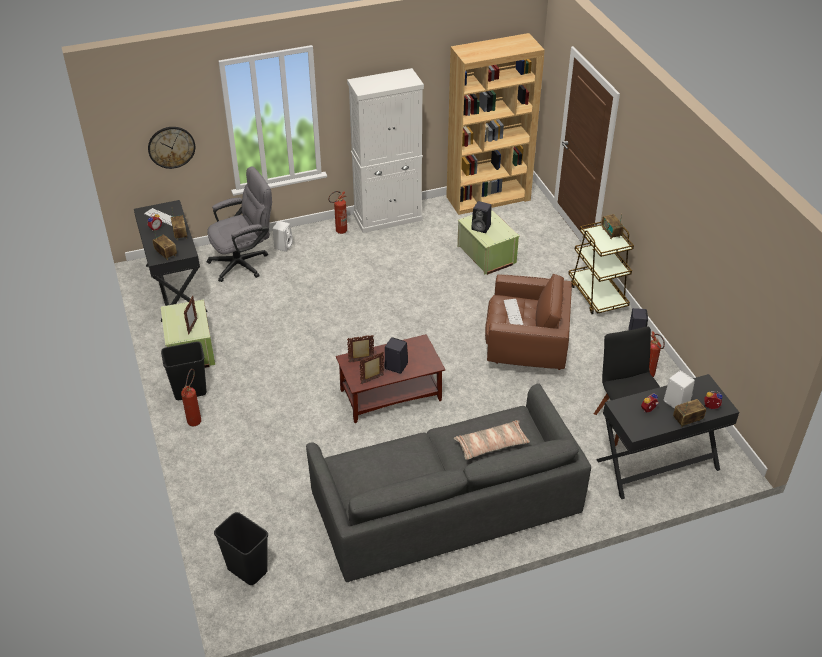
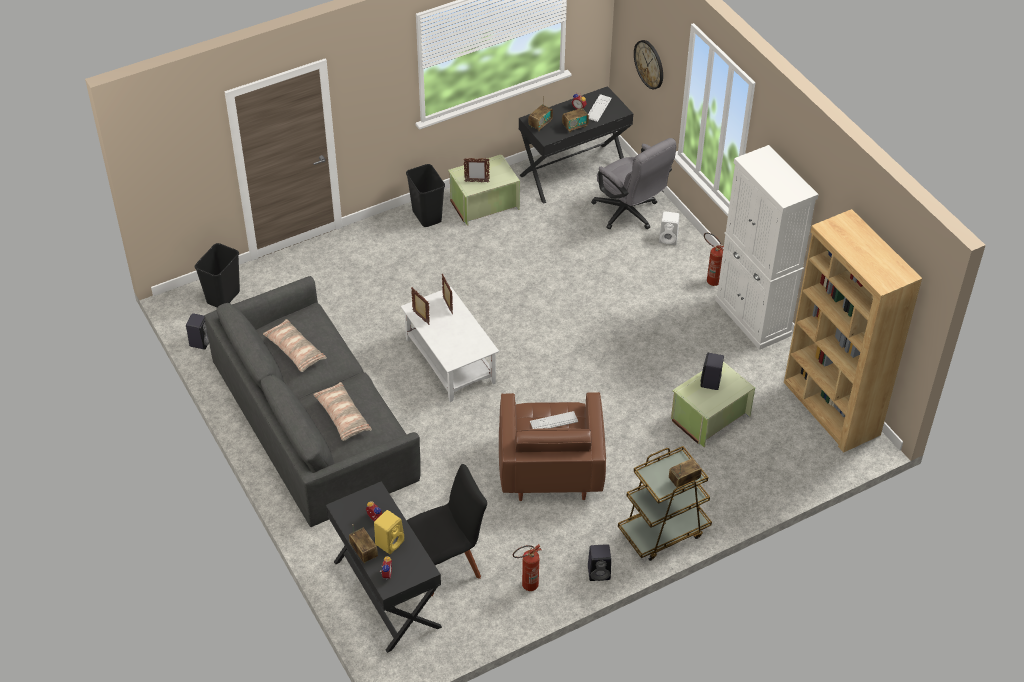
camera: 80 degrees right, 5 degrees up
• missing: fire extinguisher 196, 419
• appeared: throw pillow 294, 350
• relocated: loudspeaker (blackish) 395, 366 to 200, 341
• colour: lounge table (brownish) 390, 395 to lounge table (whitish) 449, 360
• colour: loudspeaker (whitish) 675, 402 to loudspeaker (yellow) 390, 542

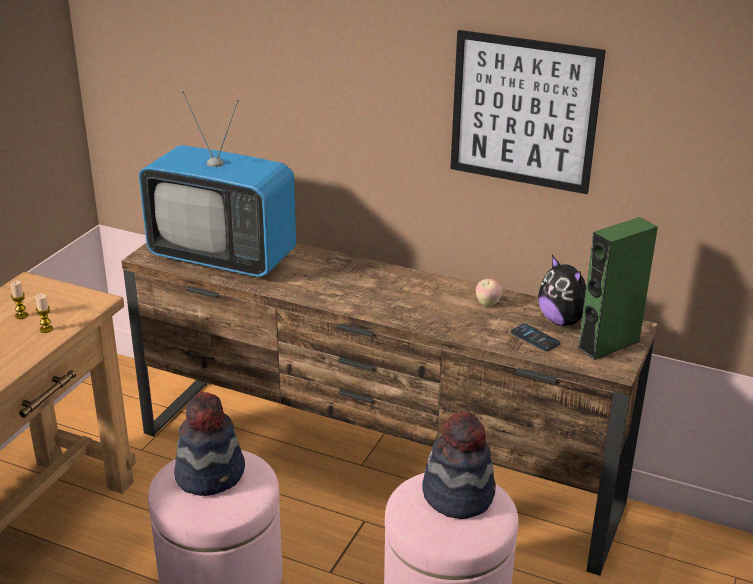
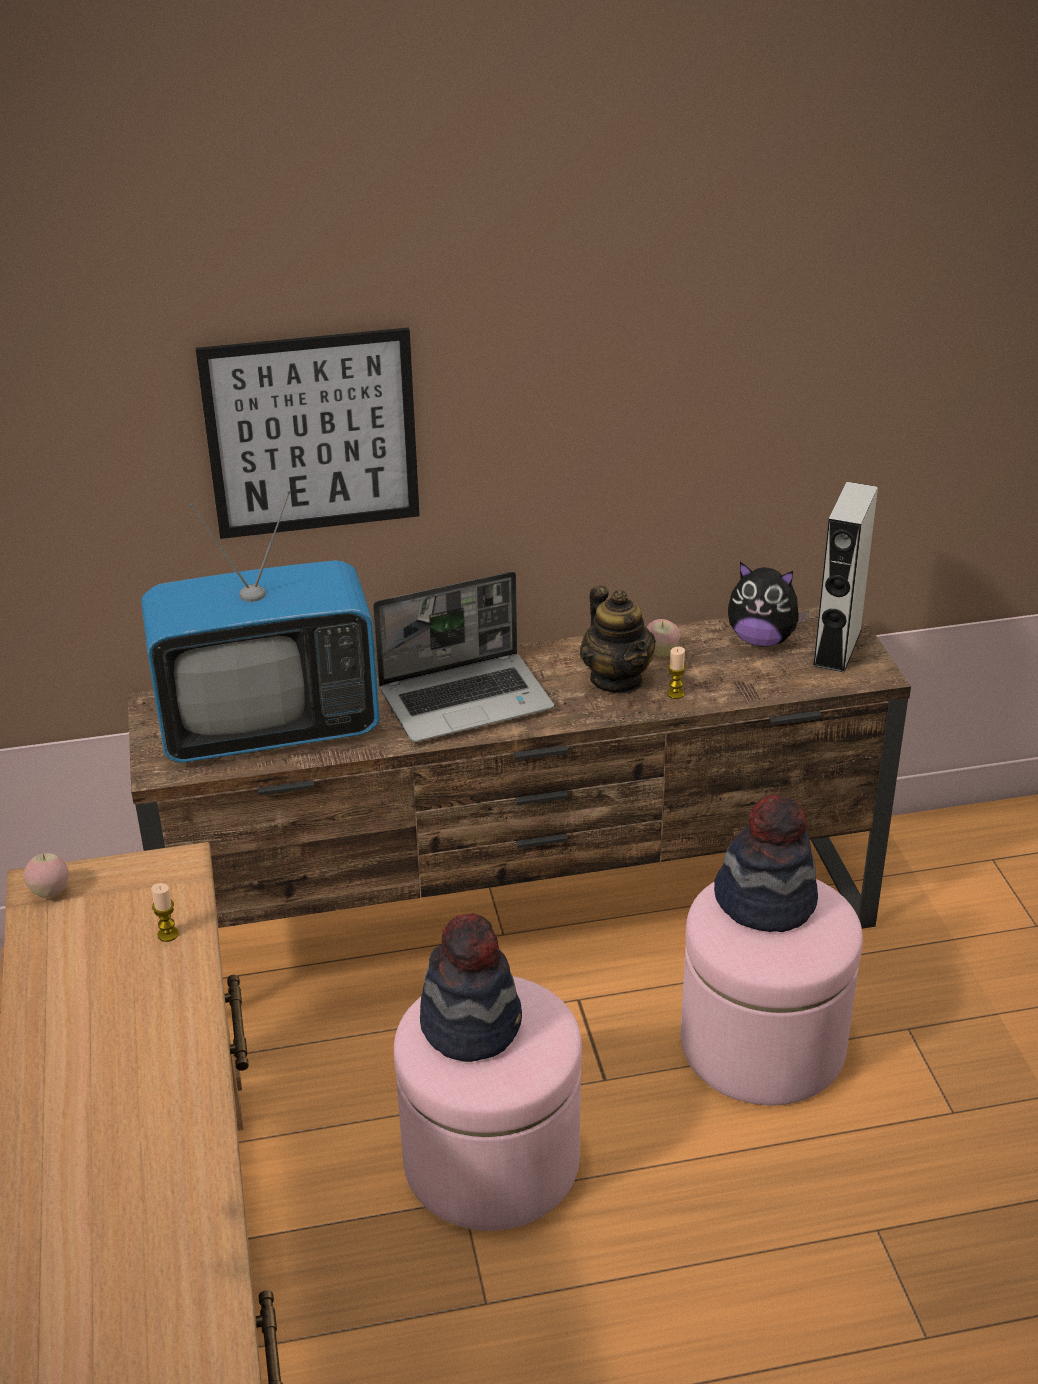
camera: 35 degrees left, 5 degrees up
• missing: handset 535, 338
• appeared: apple fruit 50, 892
• appeared: notebook computer 467, 699
• appeared: pot for tea 617, 679
• relocated: wax light 21, 316 to 675, 693
• relocated: picture 524, 112 to 311, 434
• colour: loudspeaker (green) 608, 344 to loudspeaker (gray) 837, 648

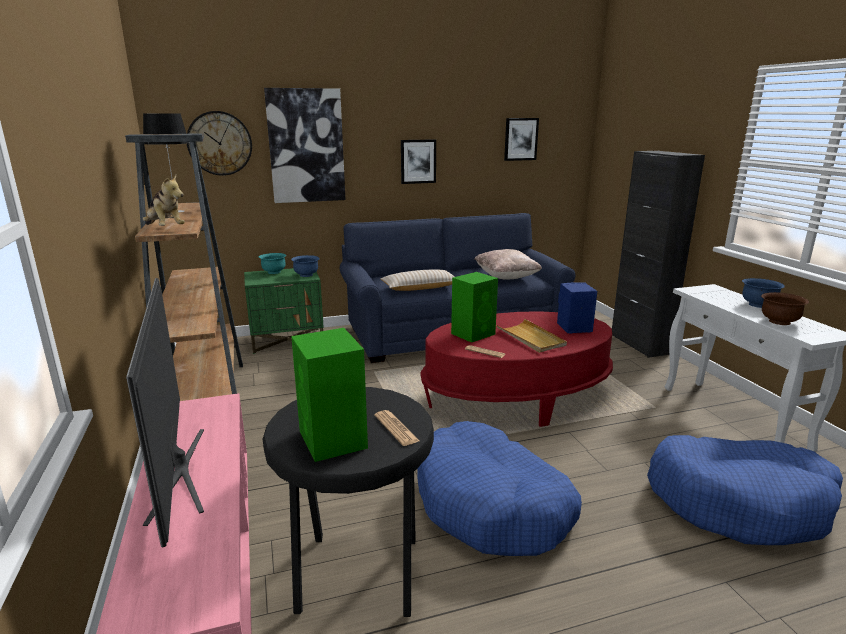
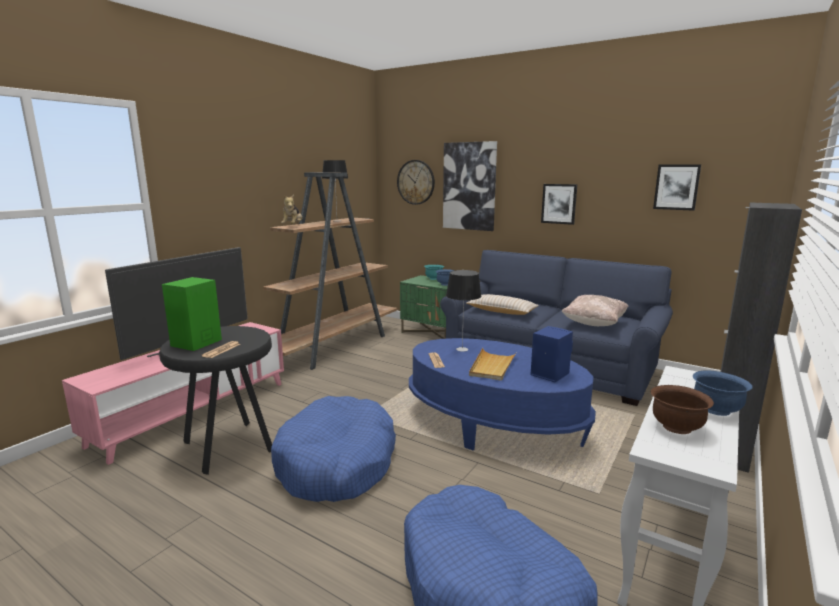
camera: 50 degrees right, 5 degrees down
• exchanged: loudspeaker (green) 474, 333 to lamp for a table 462, 349
• colour: lounge table (reddish) 516, 398 to lounge table (bluish) 493, 424

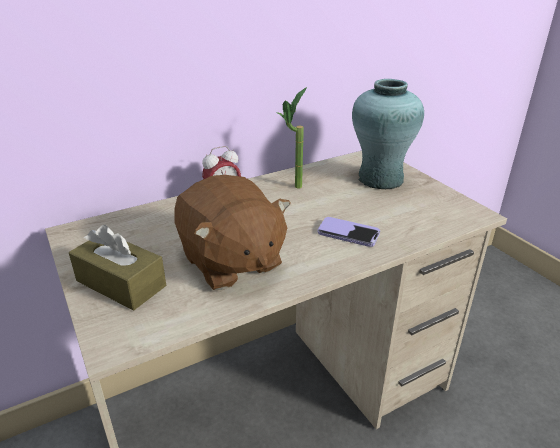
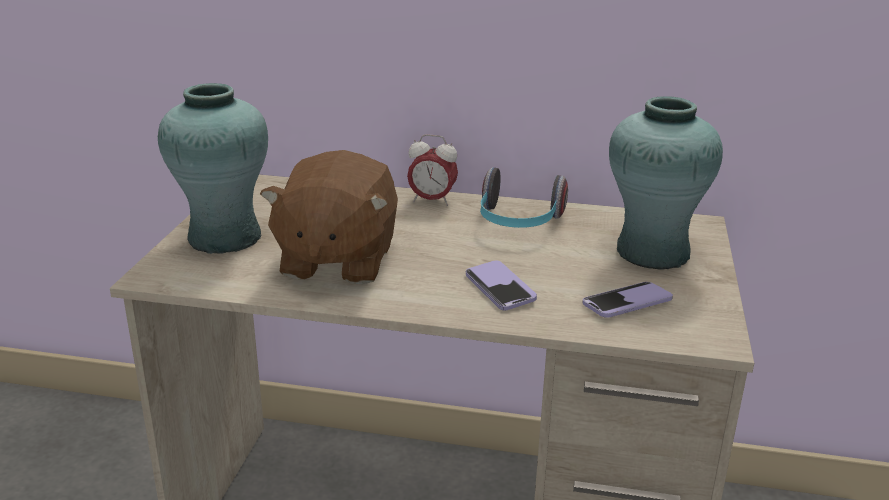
camera: 40 degrees right, 5 degrees down
• appeared: handset 627, 302
• exchanged: box of tissues (brownish) 121, 283 to vase (blue-green) 224, 237
• exchanged: plant in a pot 292, 189 to headphones 518, 222

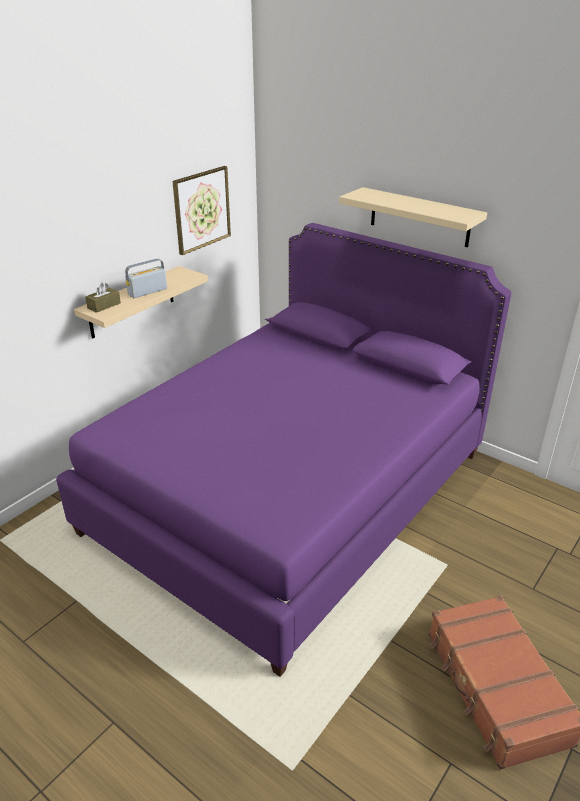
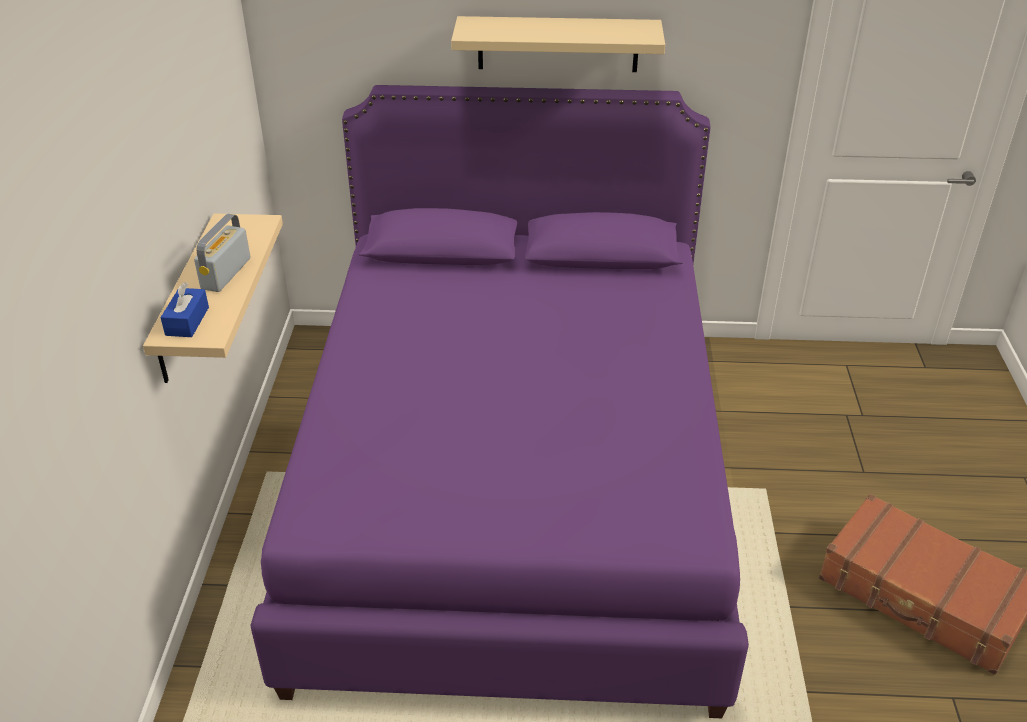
camera: 35 degrees left, 5 degrees up
• missing: picture 201, 209
• colour: box of tissues (brownish) 104, 305 to box of tissues (bluish) 187, 321

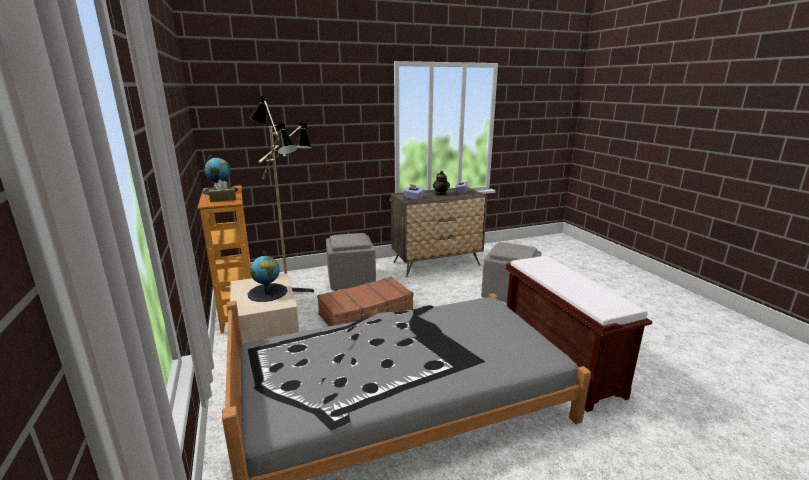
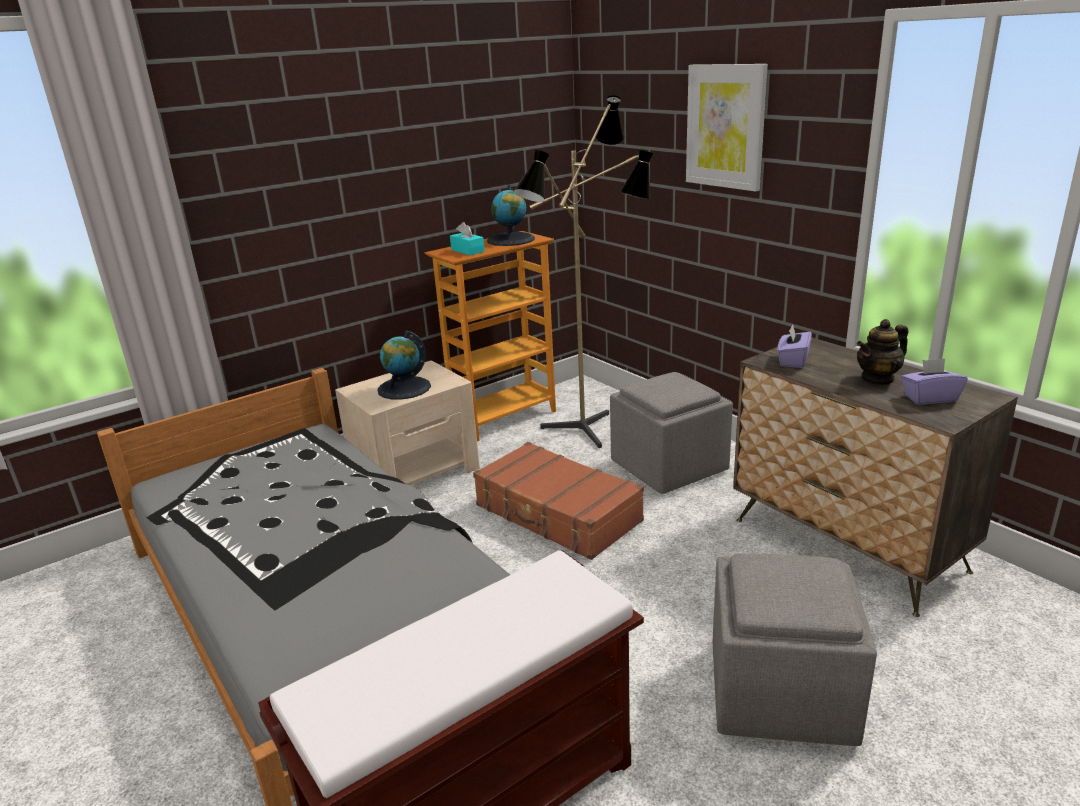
camera: 75 degrees right, 5 degrees up
• appeared: picture 725, 126
• colour: box of tissues (brownish) 223, 199 to box of tissues (blue-green) 467, 251

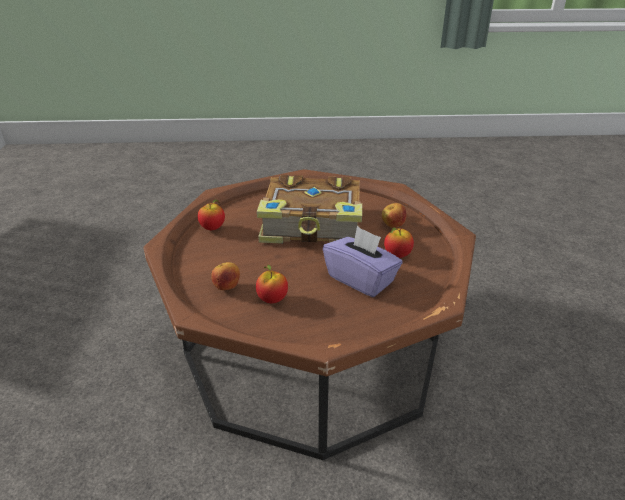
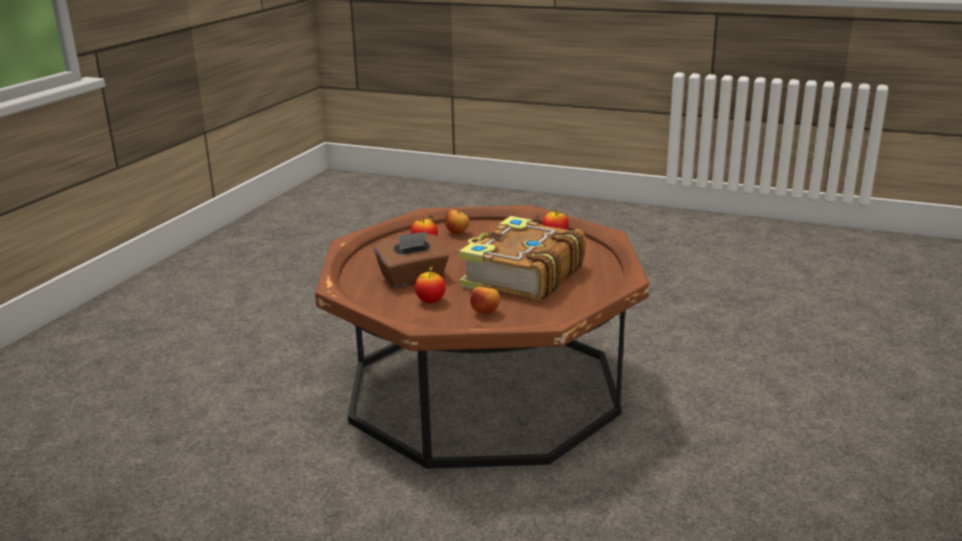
camera: 115 degrees right, 10 degrees down
• colour: box of tissues (purple) 361, 279 to box of tissues (brownish) 413, 278

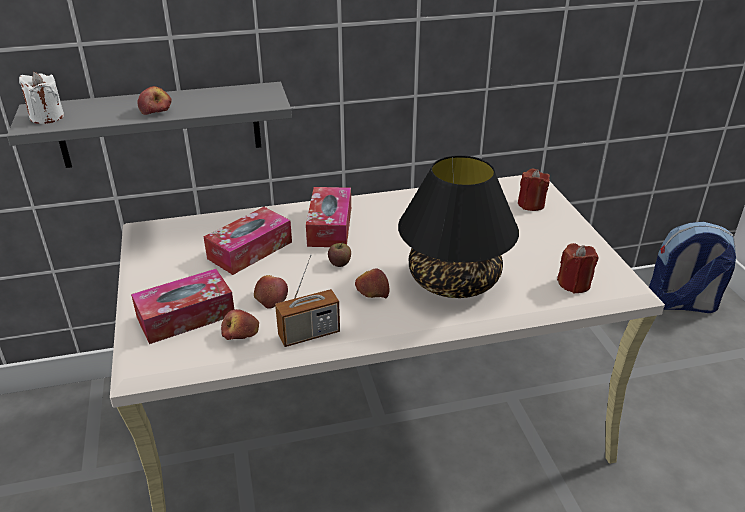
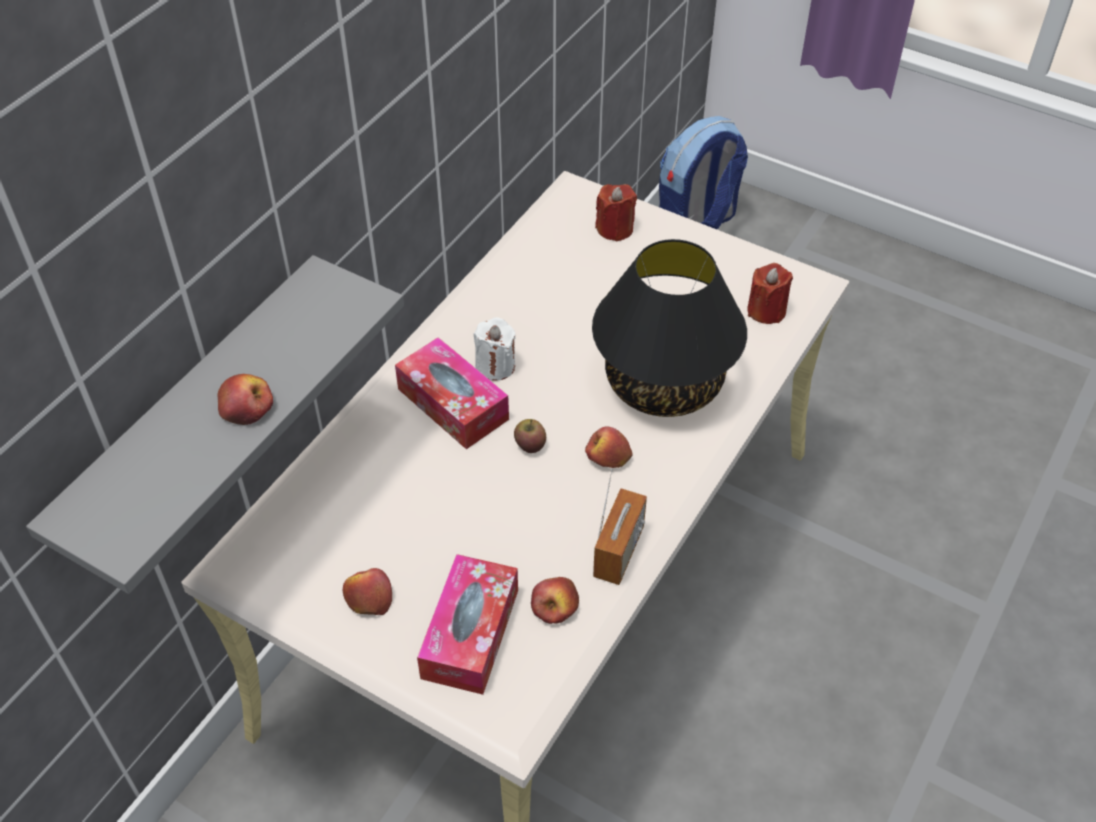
camera: 45 degrees left, 15 degrees up
• missing: box of tissues 250, 250
• relocated: wax light (whitish) 47, 117 to 495, 366
• relocated: apple fruit 271, 297 to 368, 597

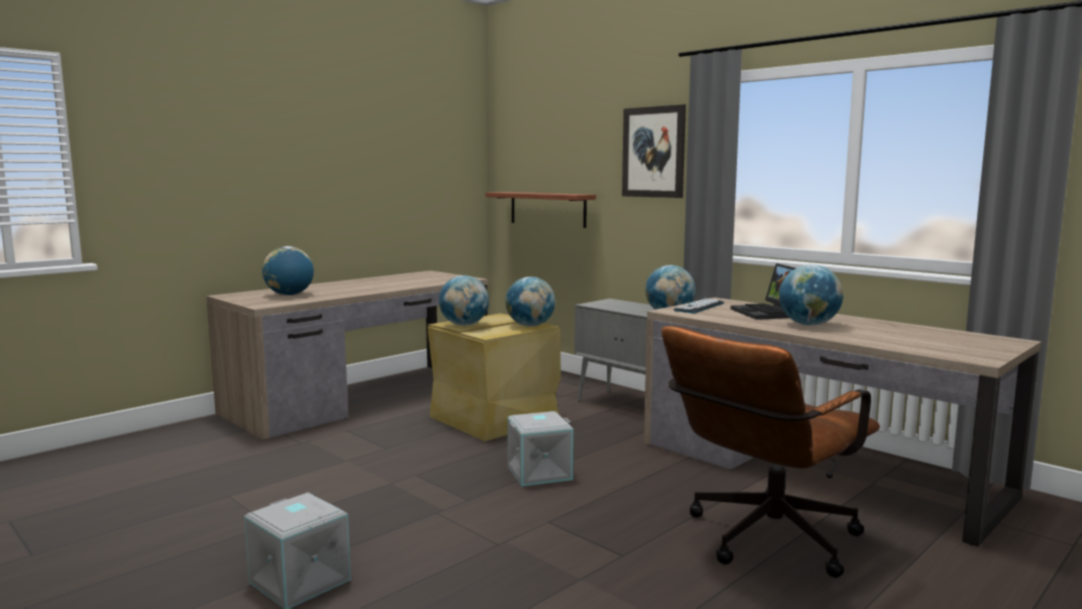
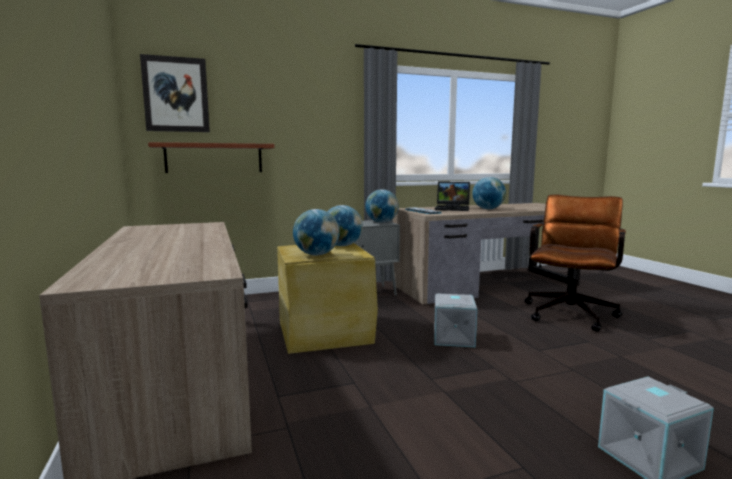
camera: 65 degrees left, 0 degrees up
• missing: world globe 289, 295
• relocated: picture 653, 152 to 176, 94
• spun: office chair (brownish) 763, 541 = 570, 312 135 degrees counterclockwise

